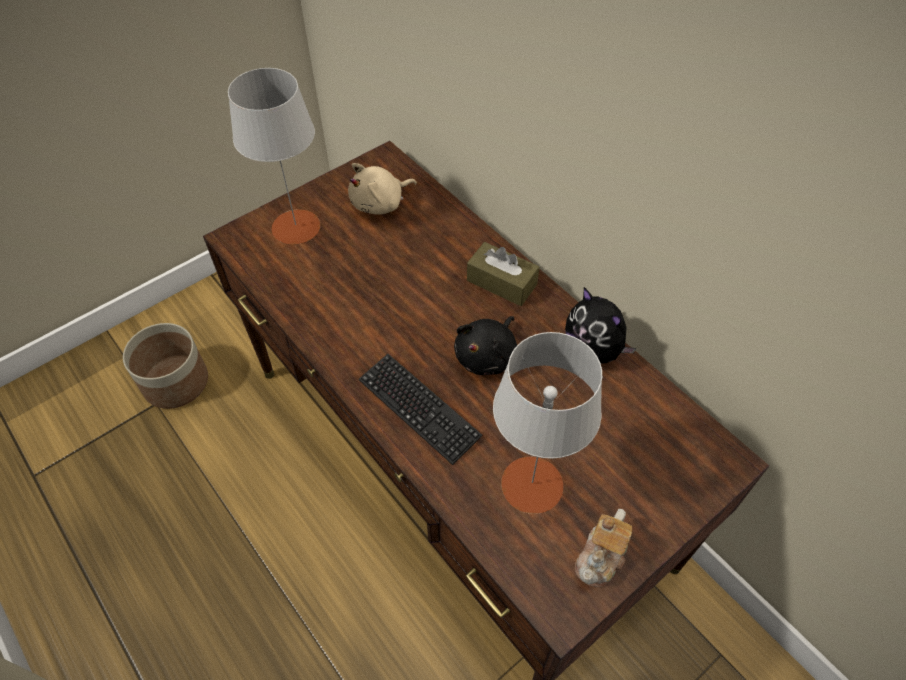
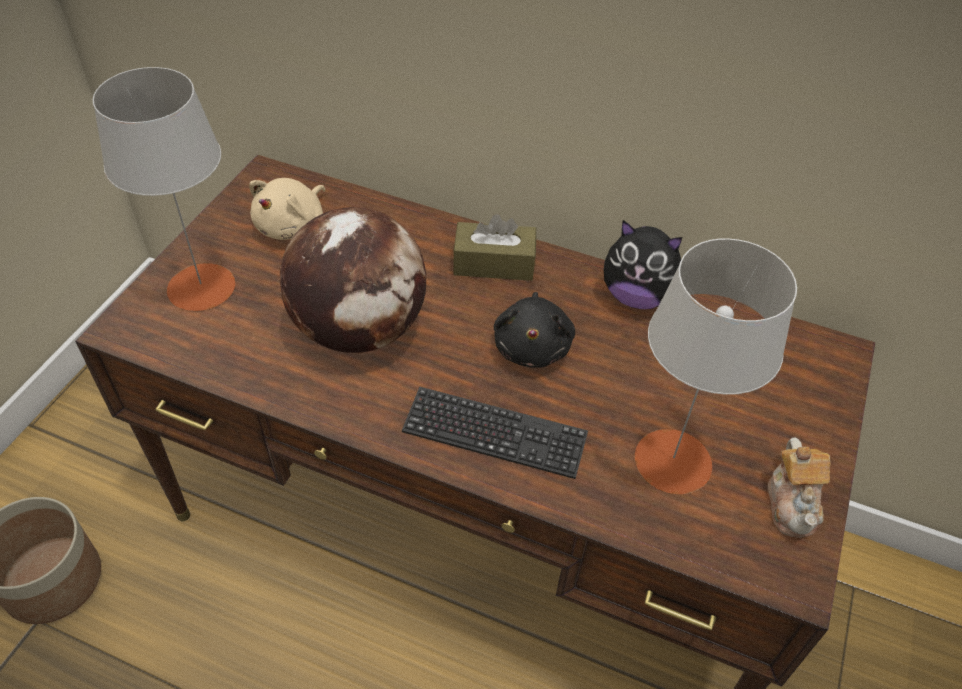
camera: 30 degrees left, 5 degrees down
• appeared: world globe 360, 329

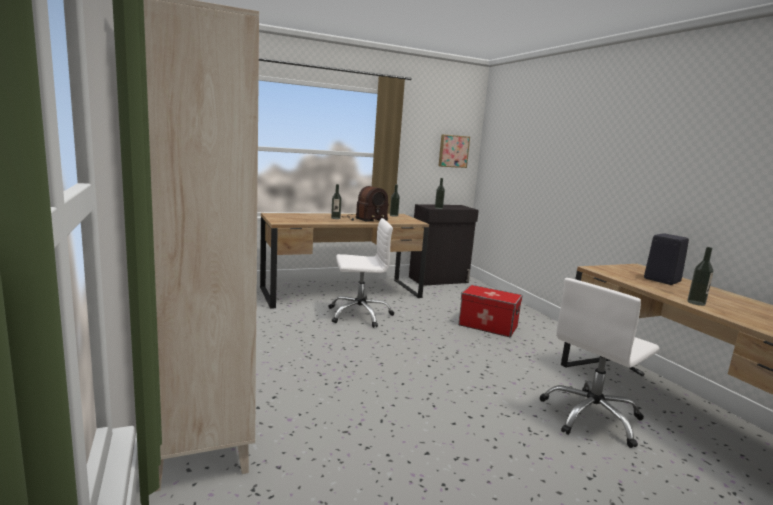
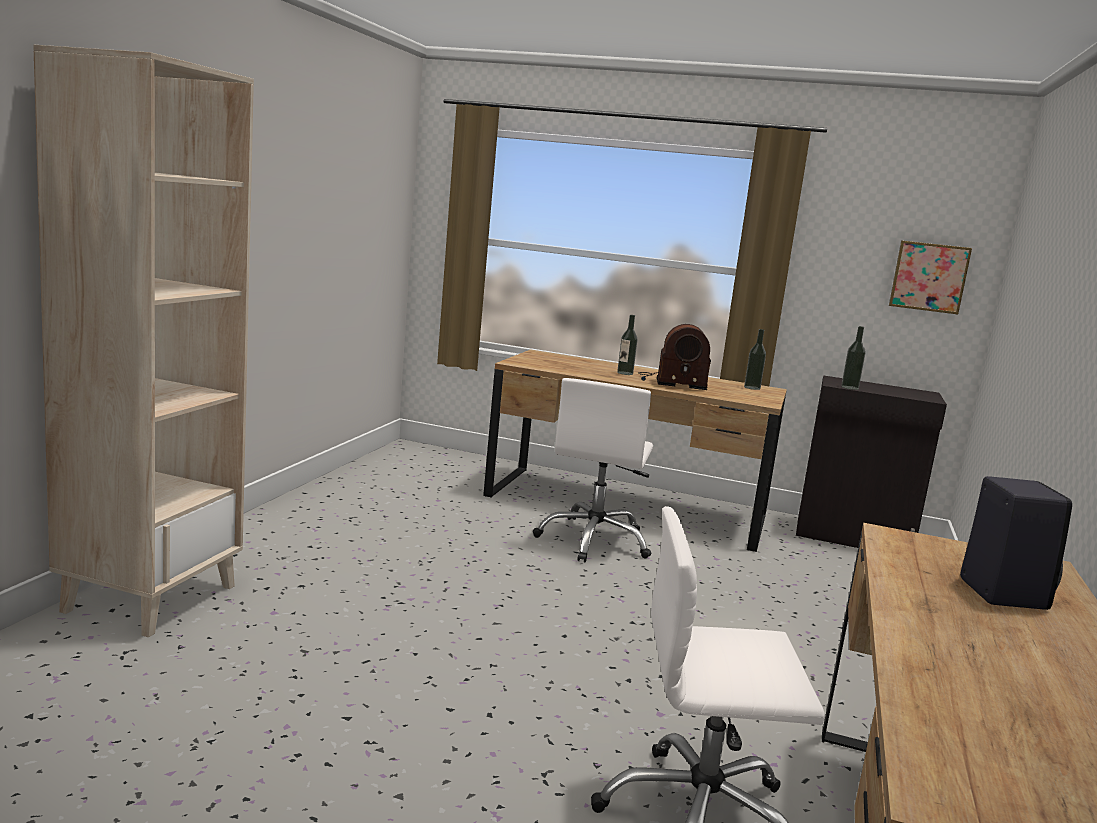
camera: 40 degrees right, 0 degrees up
• missing: storage bin 488, 326
• missing: bottle 696, 303
• spun: office chair (whitish) 359, 315 = 594, 540 75 degrees clockwise

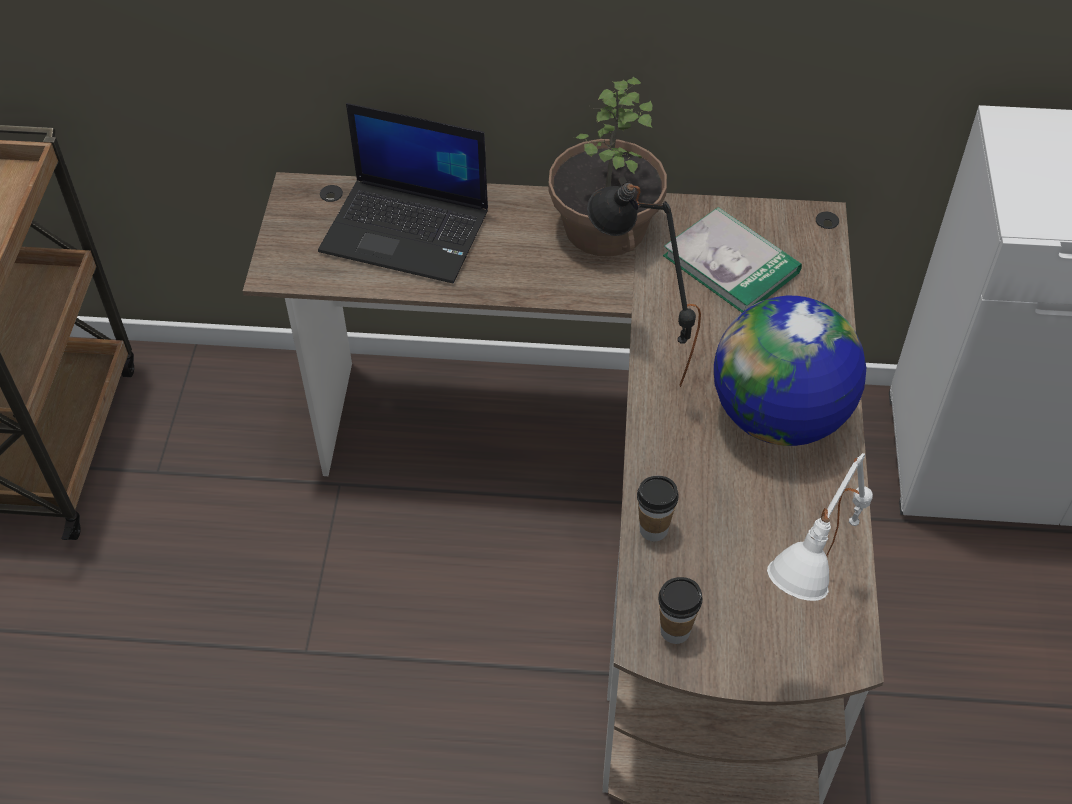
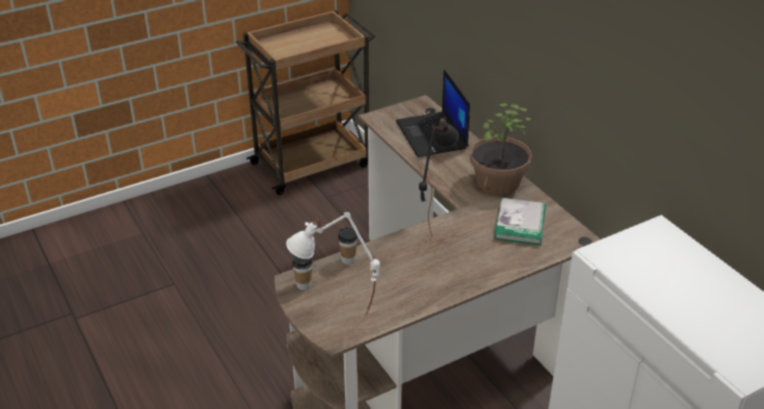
camera: 55 degrees right, 15 degrees down
• missing: world globe 778, 417

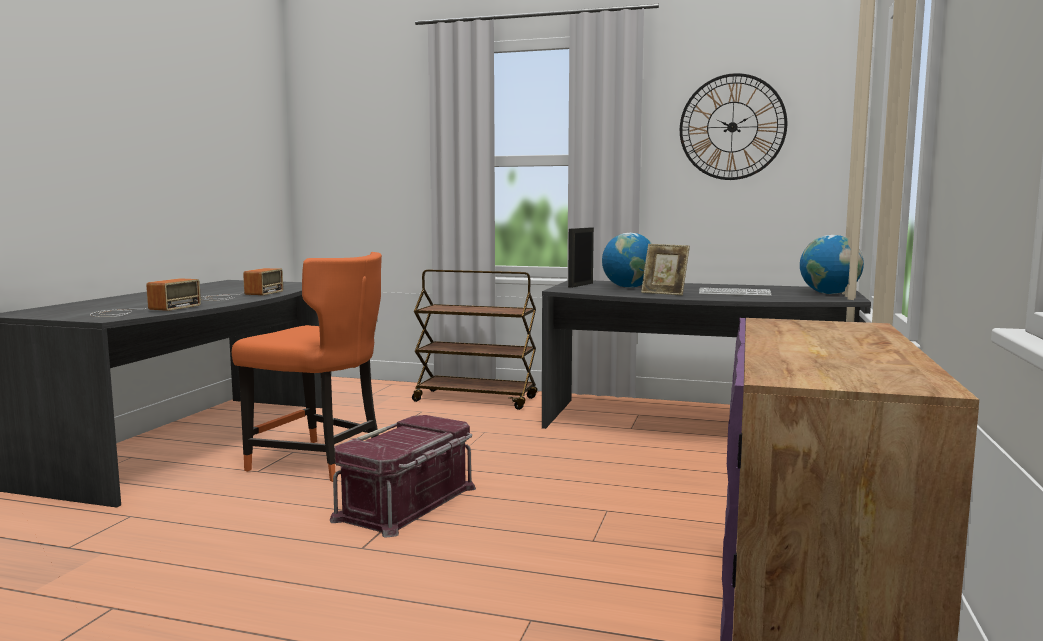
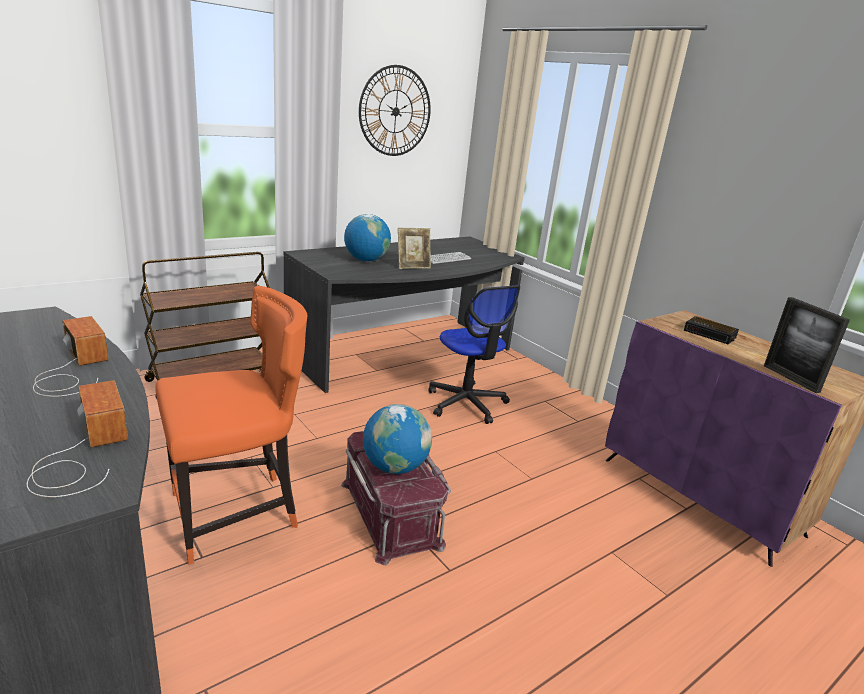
camera: 55 degrees left, 15 degrees up
• appeared: office chair 466, 403
• appeared: bedside clock 710, 334
• relocated: photo frame 580, 285 to 790, 378
• relocated: world globe 829, 294 to 395, 467

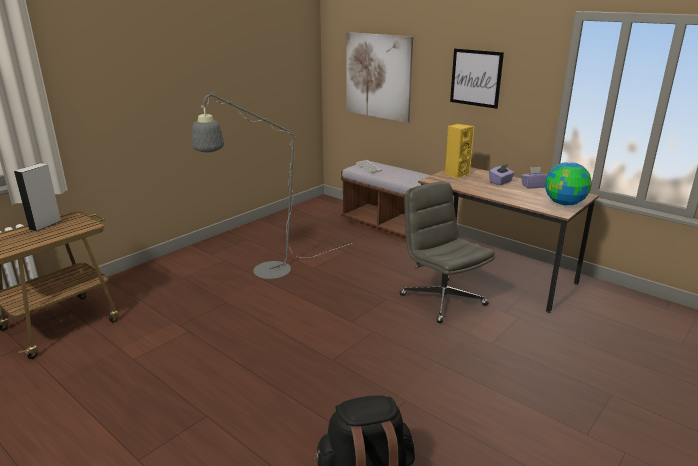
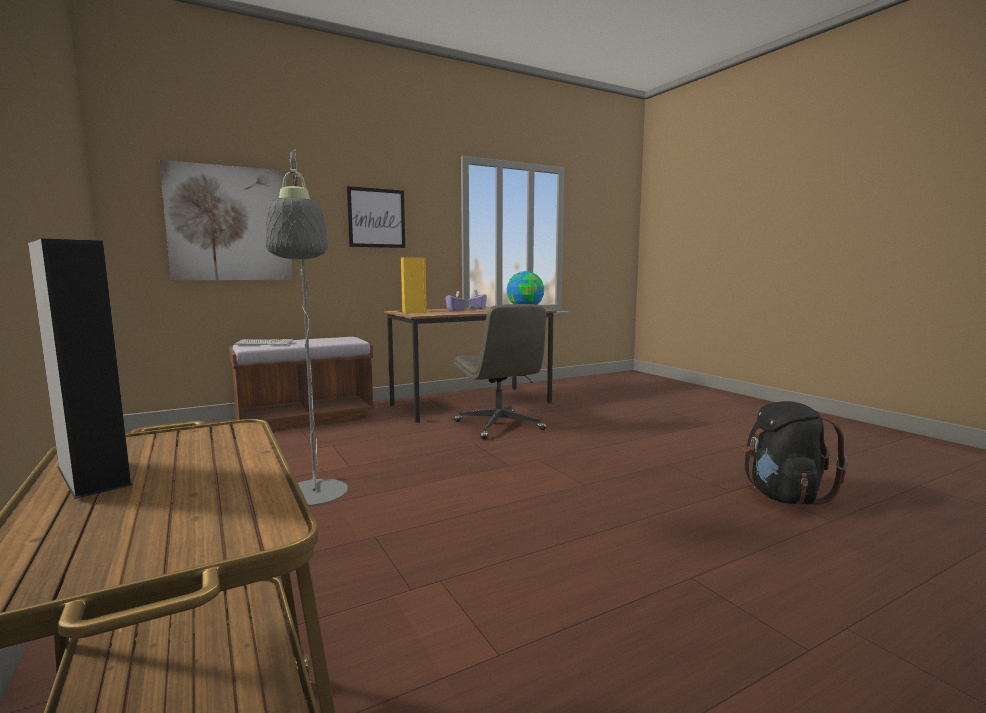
camera: 70 degrees left, 15 degrees down
• spun: office chair (gray) 442, 299 = 499, 426 105 degrees counterclockwise

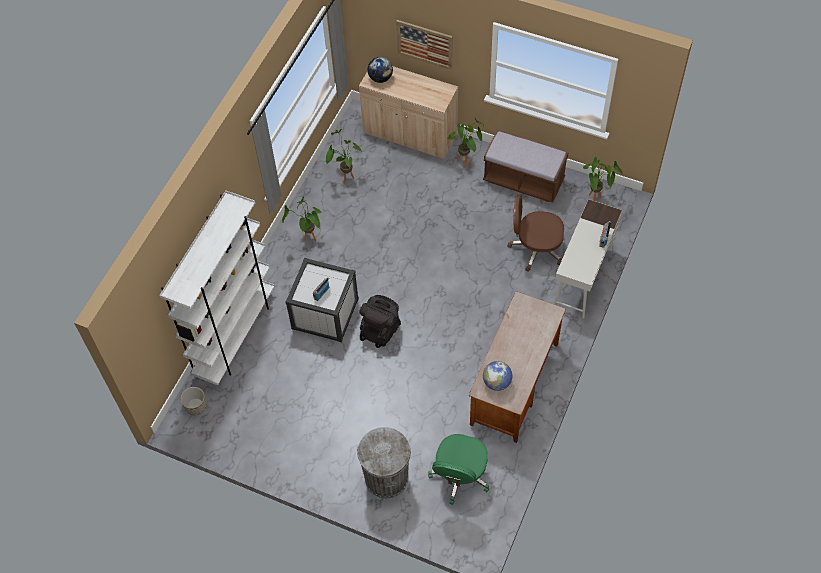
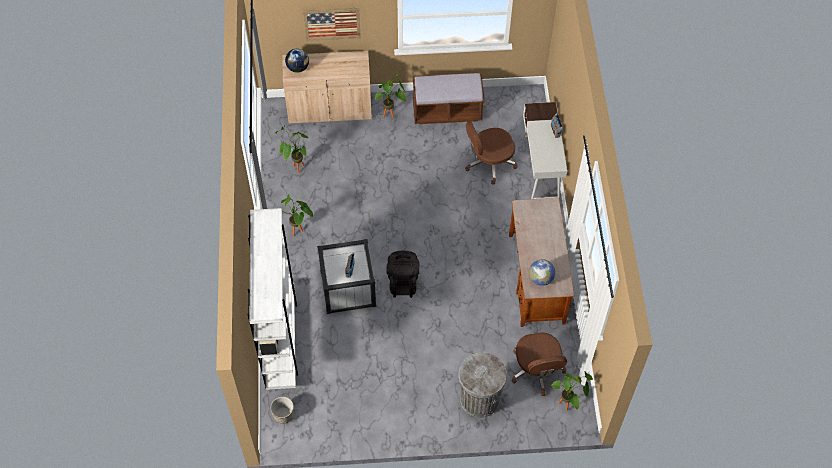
camera: 30 degrees left, 0 degrees up
• relocated: plant in a pot 596, 200 to 568, 406
• colour: office chair (green) 460, 476 to office chair (brownish) 536, 370

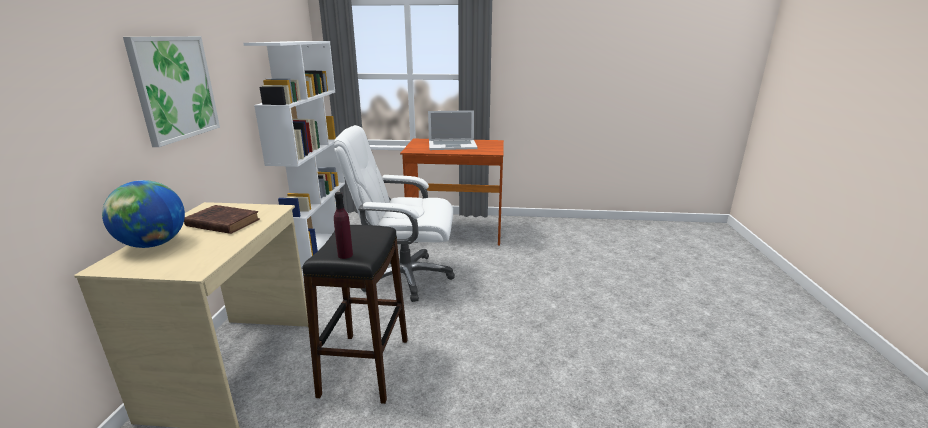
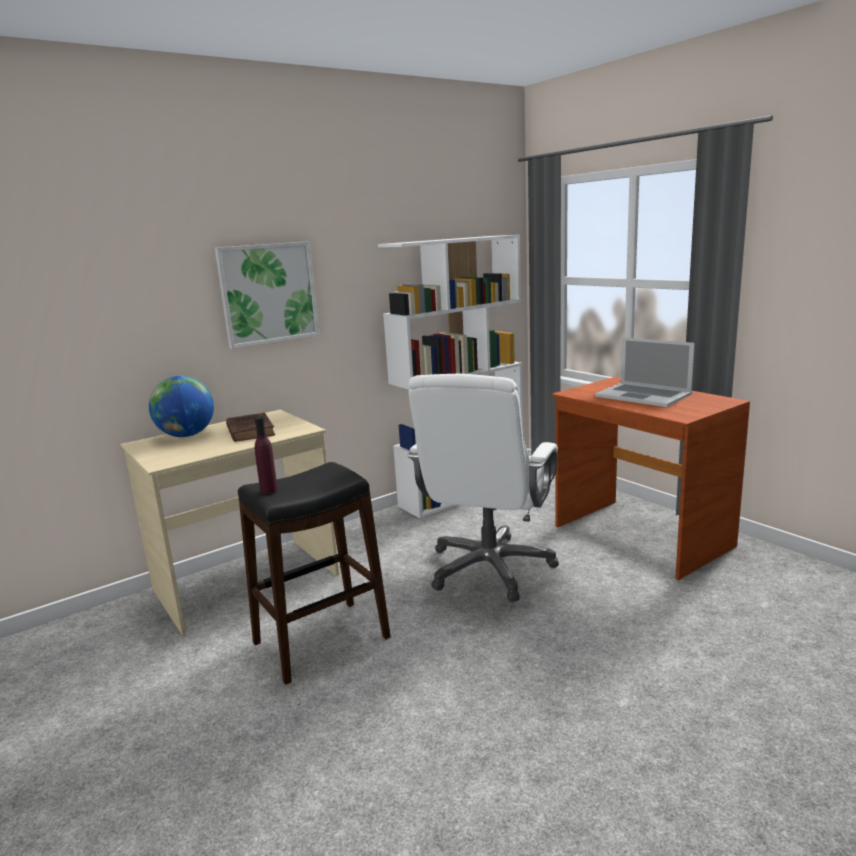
camera: 50 degrees right, 5 degrees down
• spun: office chair (whitish) 405, 277 = 489, 568 120 degrees counterclockwise

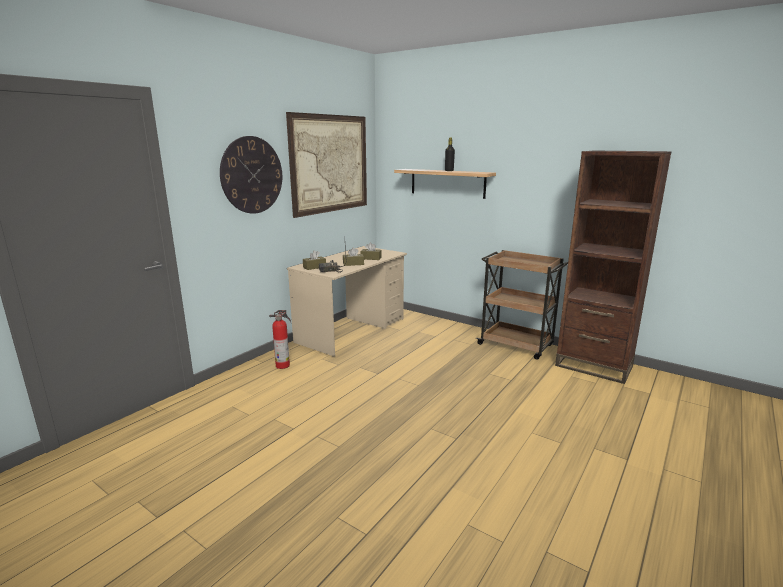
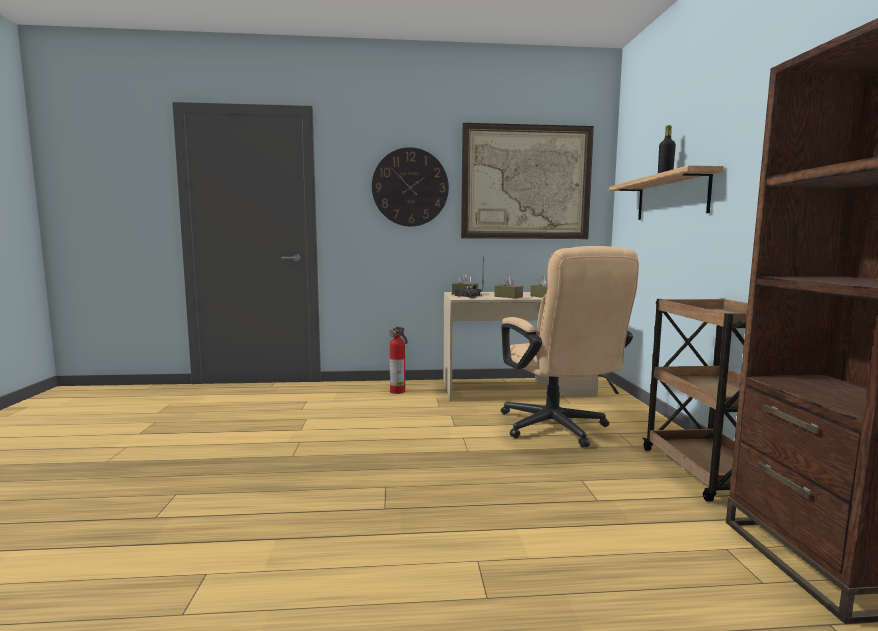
camera: 50 degrees right, 10 degrees down
• appeared: office chair (beige) 558, 430

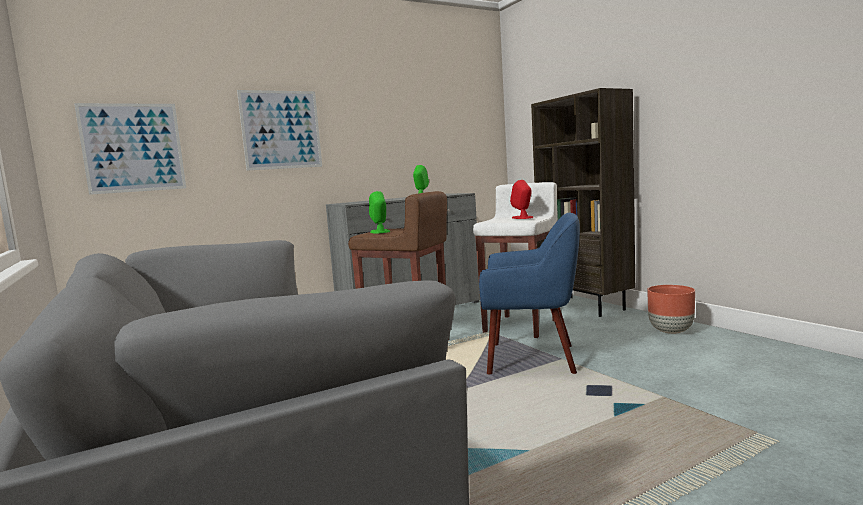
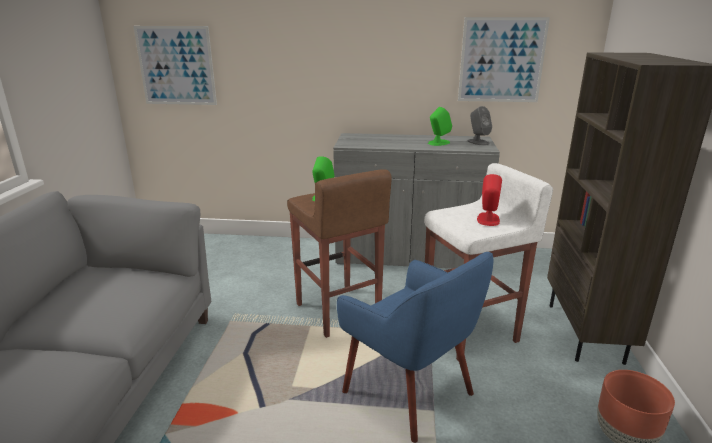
camera: 35 degrees right, 15 degrees up
• appeared: loudspeaker (gray) 478, 142
• relocated: picture 281, 130 to 501, 60

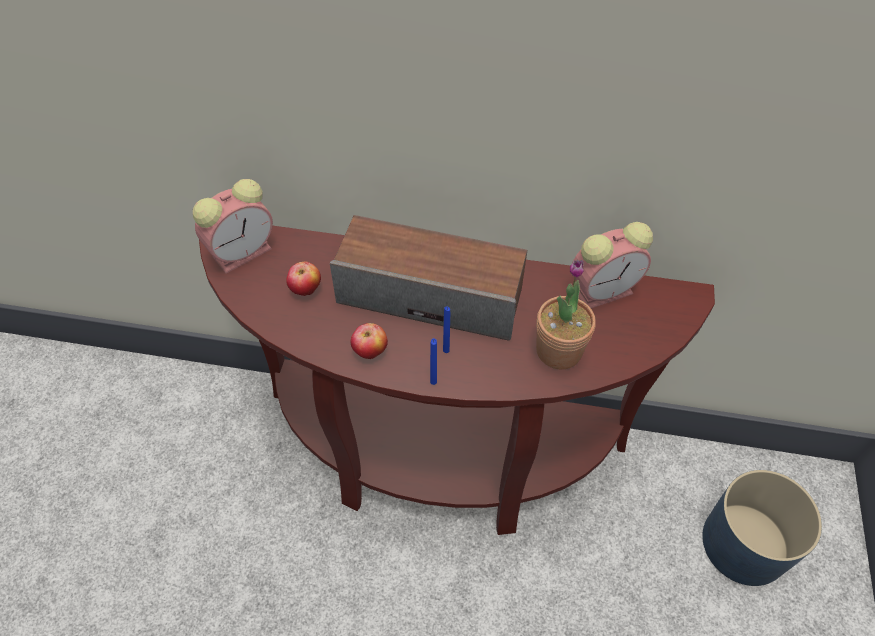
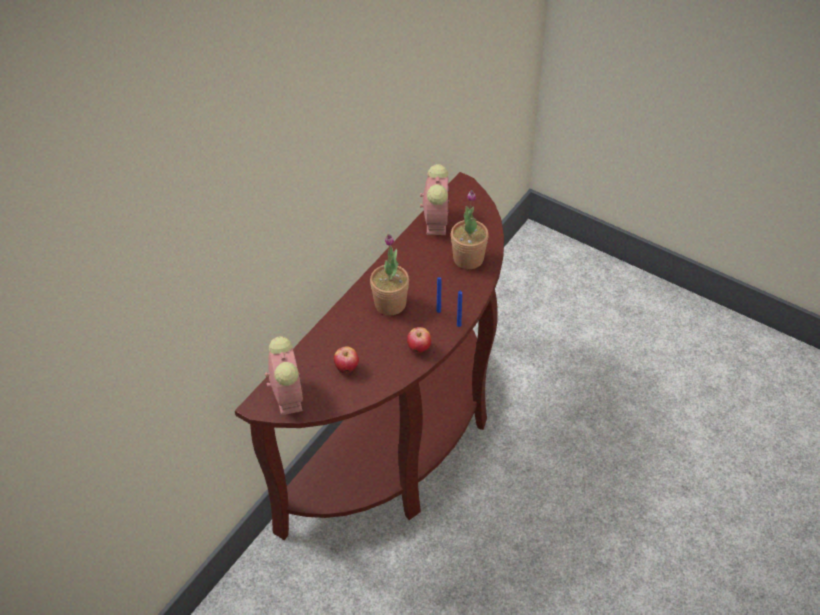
camera: 65 degrees left, 5 degrees down
• missing: flower pot (bluish) 745, 544
• exchanged: loudspeaker 430, 295 to plant in a pot 390, 304

